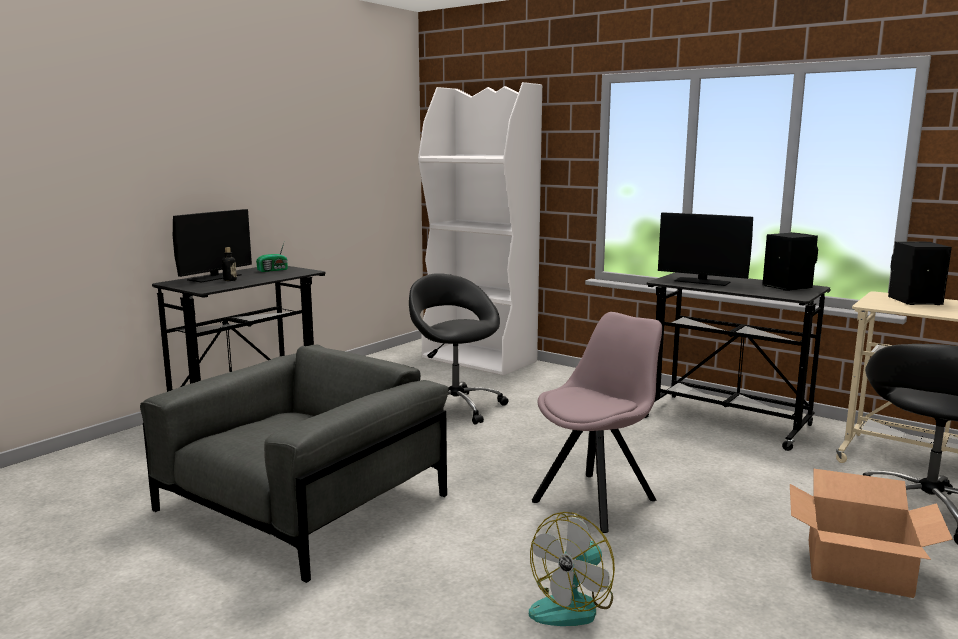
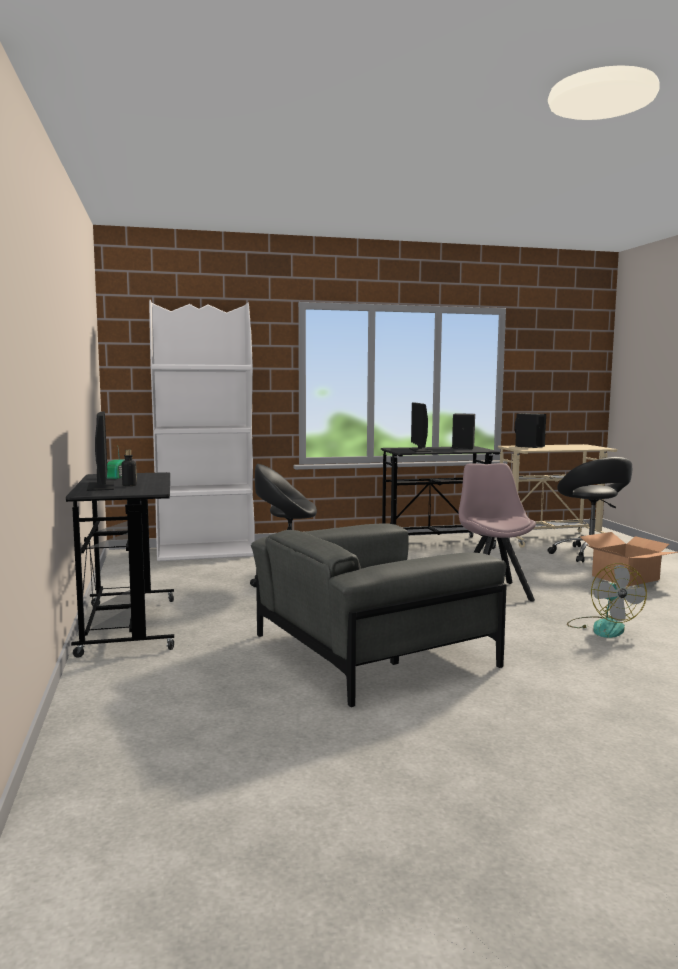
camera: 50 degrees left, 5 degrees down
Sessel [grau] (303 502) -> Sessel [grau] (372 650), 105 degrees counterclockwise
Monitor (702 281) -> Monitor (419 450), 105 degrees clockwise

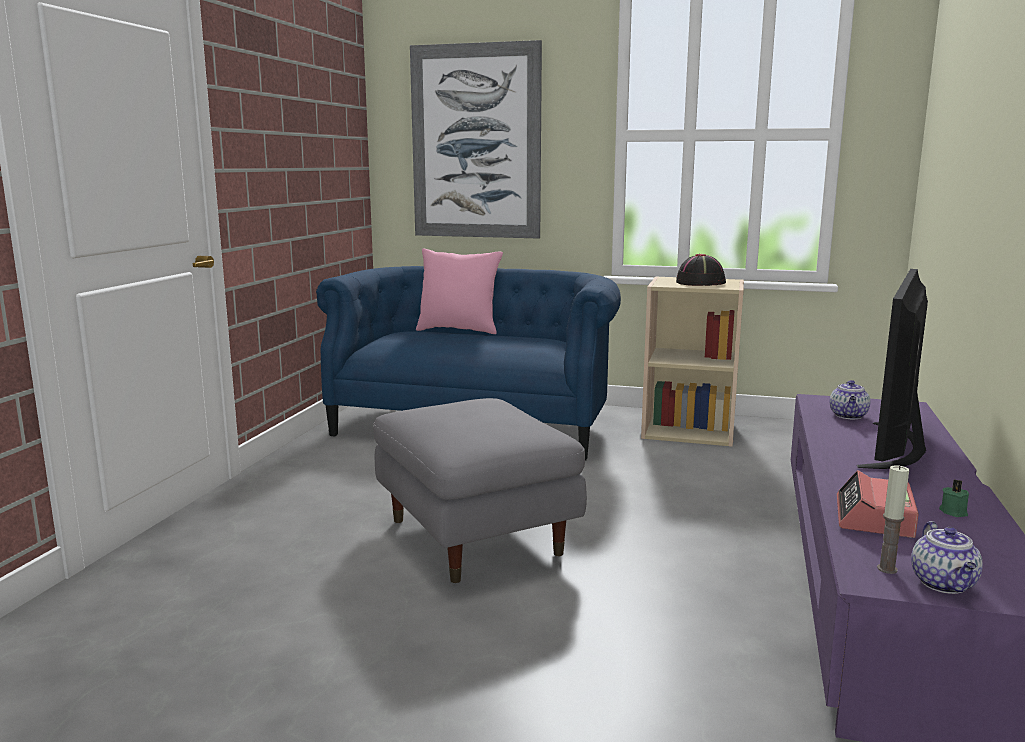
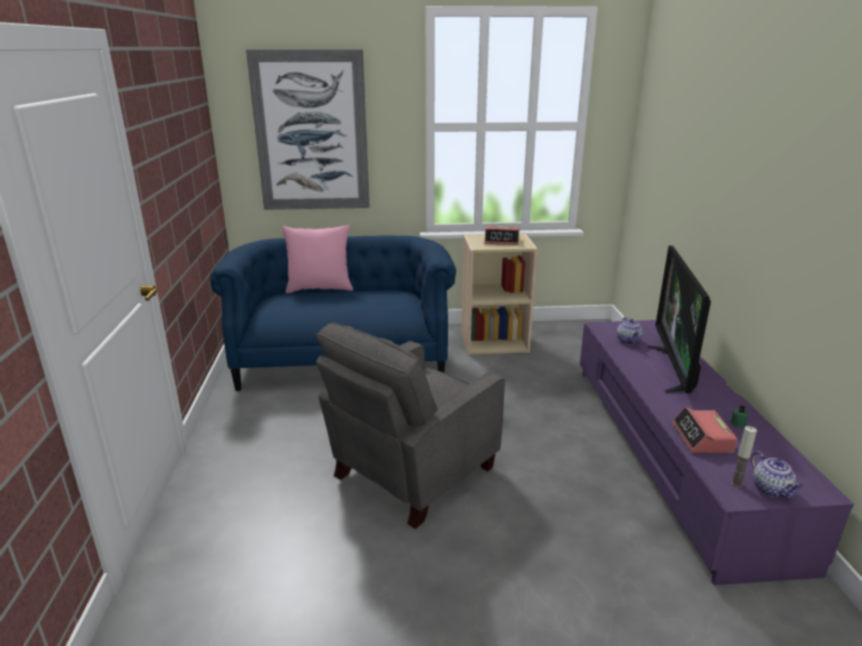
camera: 20 degrees left, 10 degrees up
Polsterhocker [grau] (473 536) -> Sessel [grau] (411 473)
Hut [schwarz] (700 282) -> Wecker (502 241)

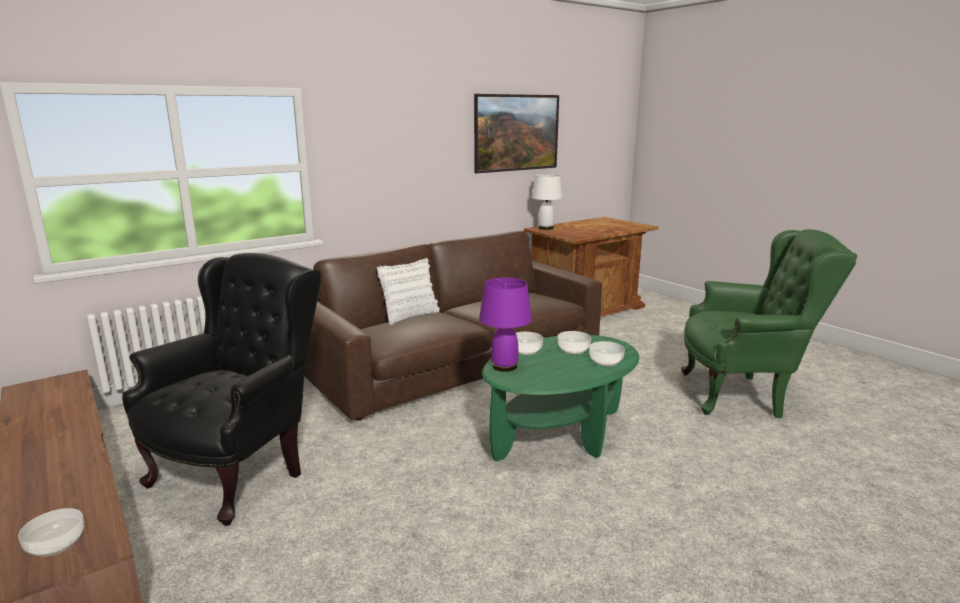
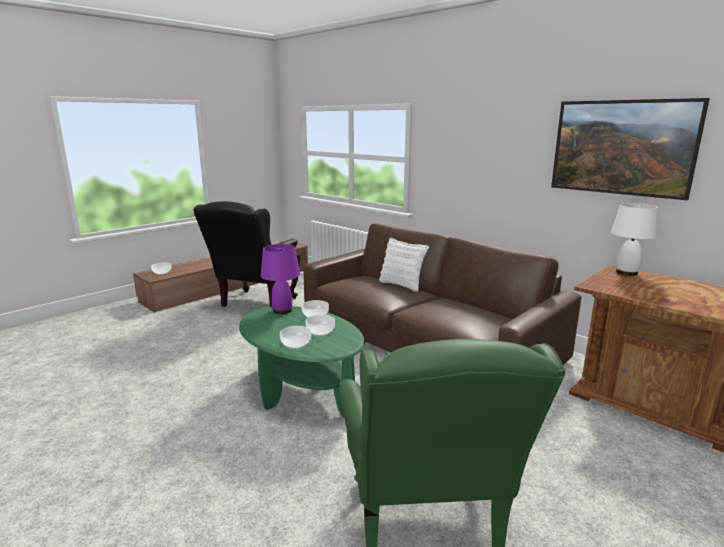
camera: 80 degrees right, 0 degrees up
Sessel [schwarz] (238 472) -> Sessel [schwarz] (255 305), 90 degrees clockwise

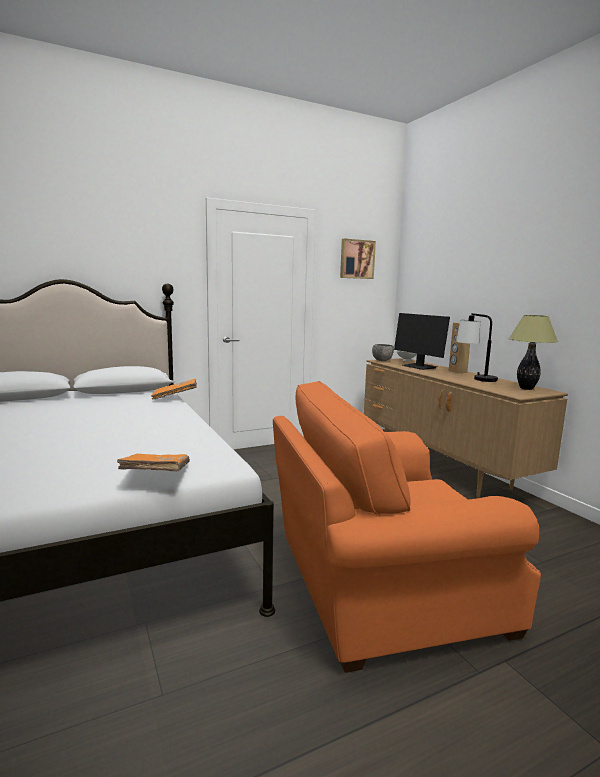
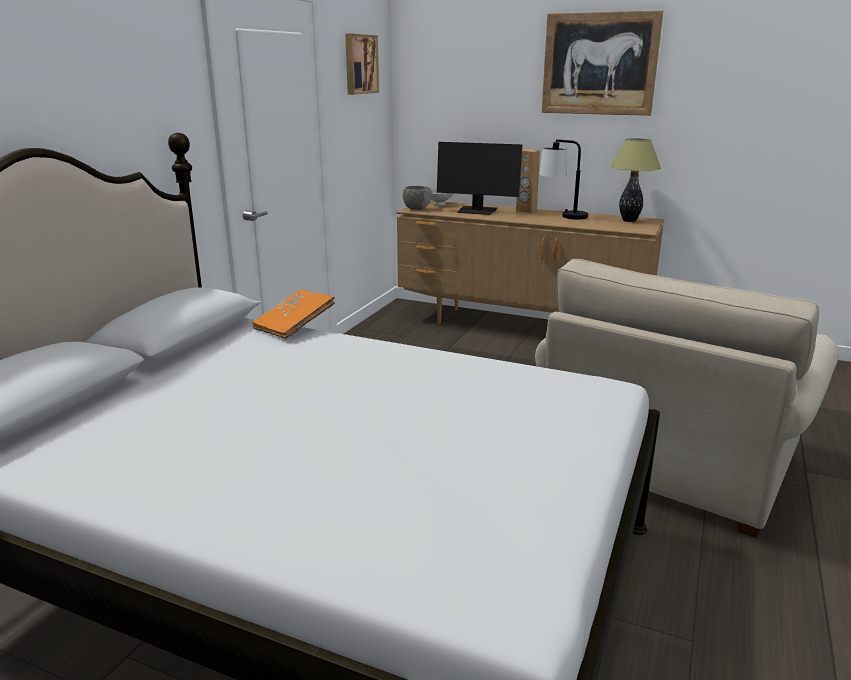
camera: 40 degrees left, 10 degrees up
Buch [orange] (156 475) -> none
Sessel [orange] (381 589) -> Sessel [beige] (669 463)
none -> Bild (599 64)

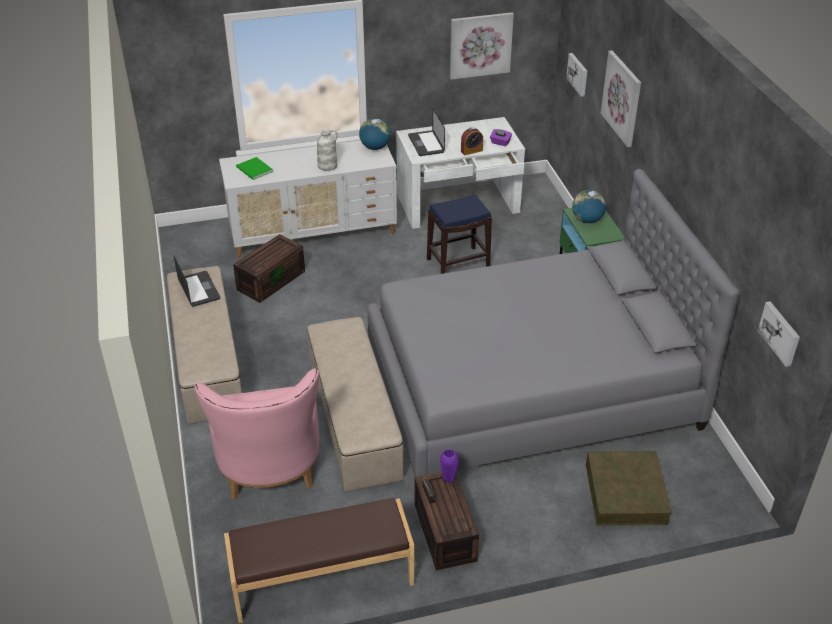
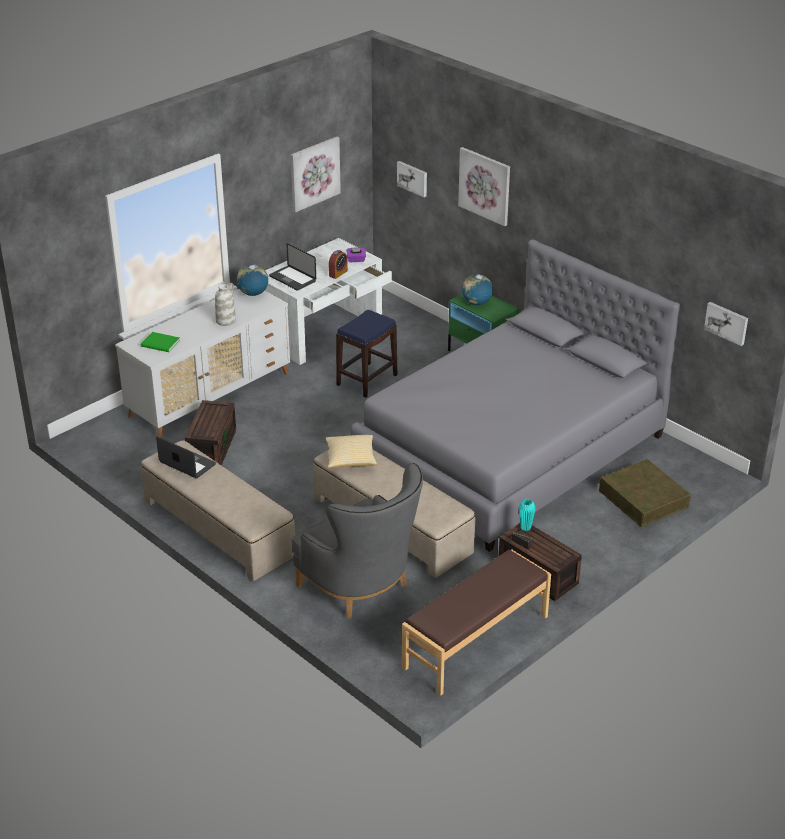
camera: 30 degrees left, 5 degrees down
Sessel [rosa] (270 474) -> Sessel [grau] (362 589)
Vase [lila] (448 478) -> Vase [türkis] (525 528)
none -> Kissen (350 459)

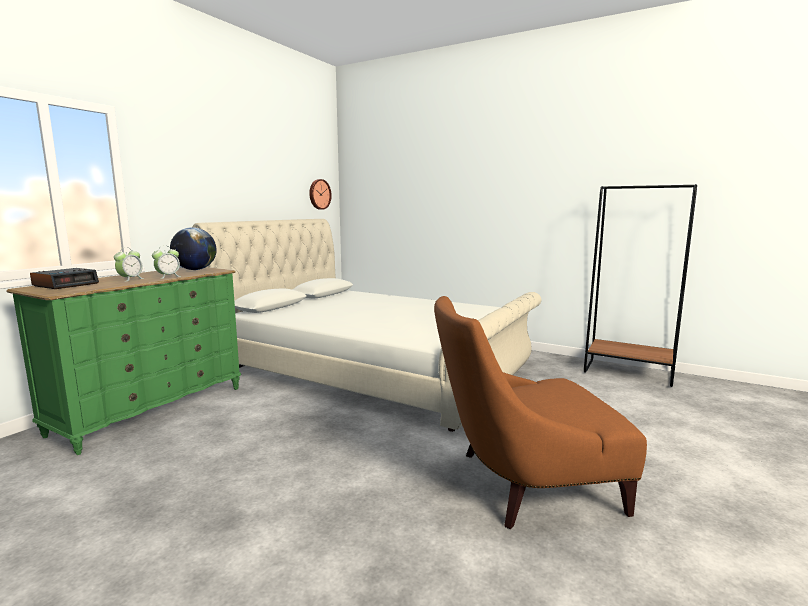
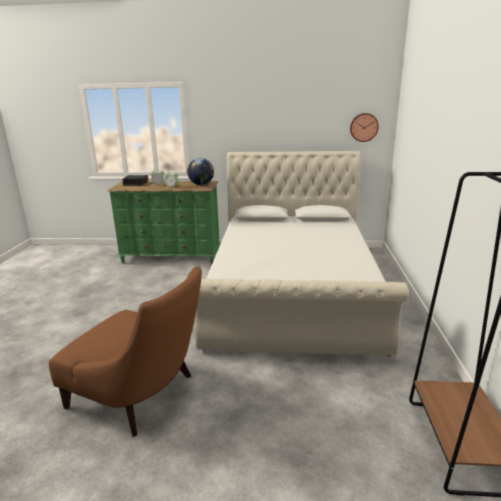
camera: 65 degrees right, 10 degrees up
Sessel [braun] (523 483) -> Sessel [braun] (140 394), 150 degrees clockwise

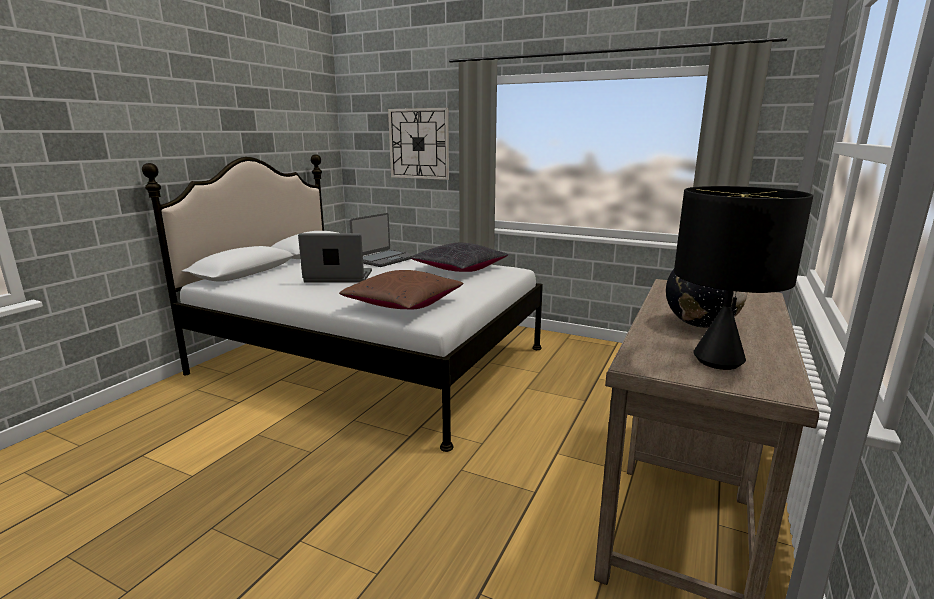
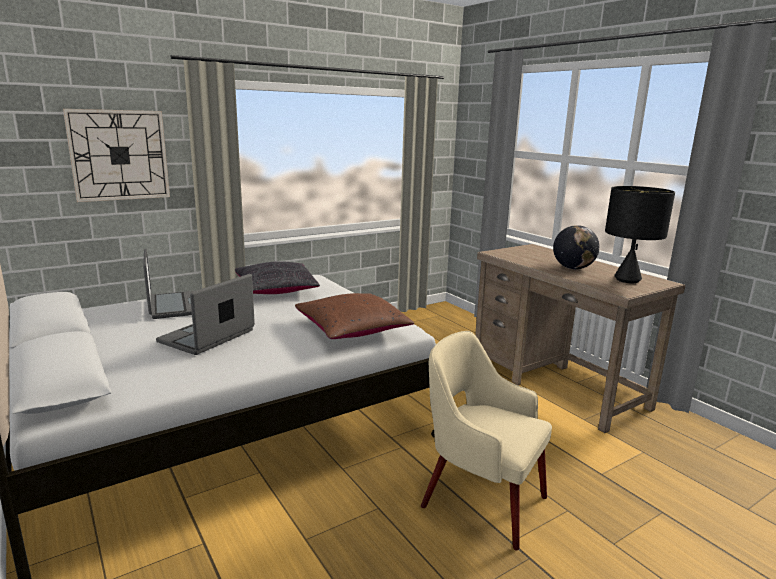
camera: 60 degrees left, 0 degrees up
none -> Sessel [beige] (480 500)

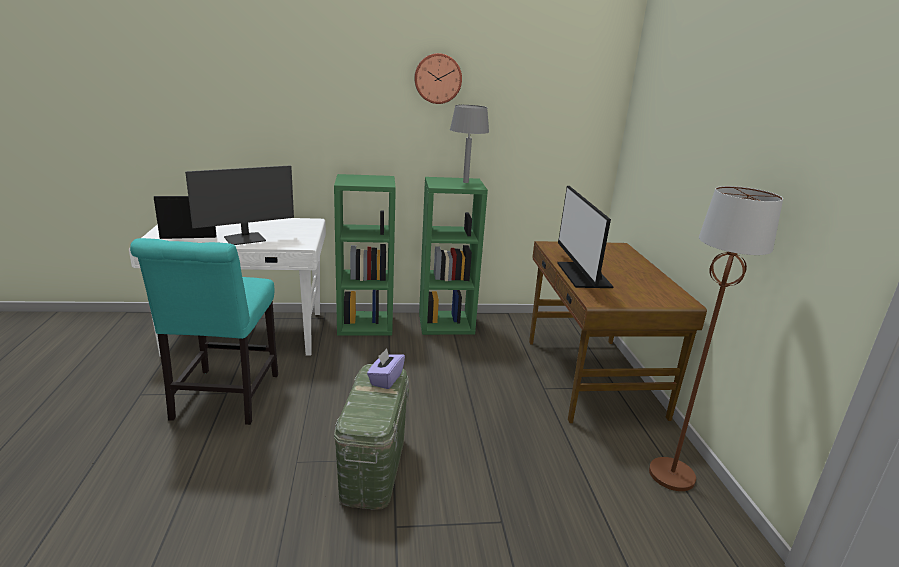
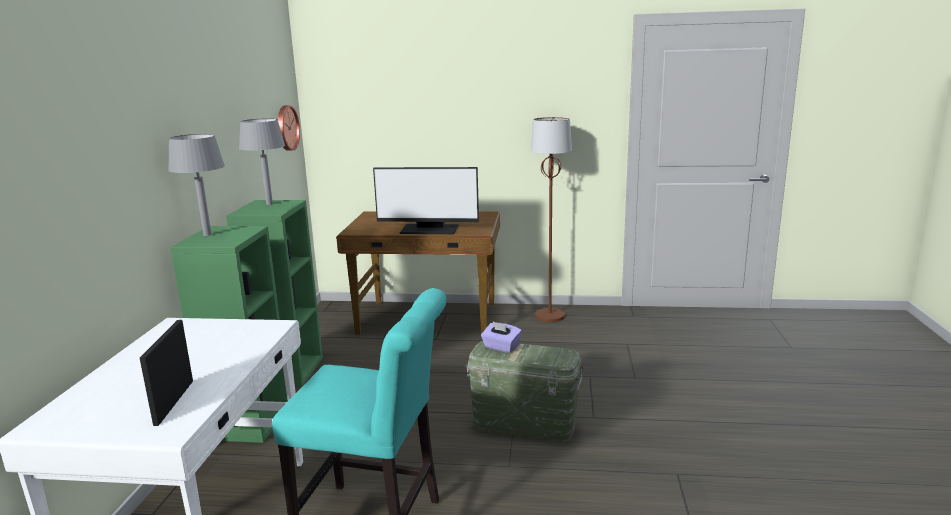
camera: 75 degrees left, 5 degrees down
Monitor (245 239) -> none
Wanduhr (437 78) -> Wanduhr (286 128), moved
none -> Tischlampe [grau] (207 234)

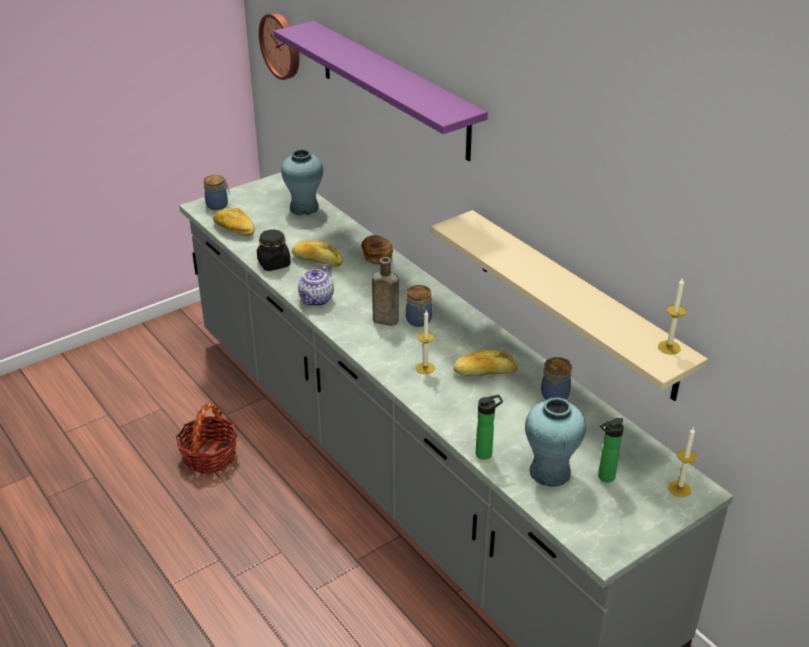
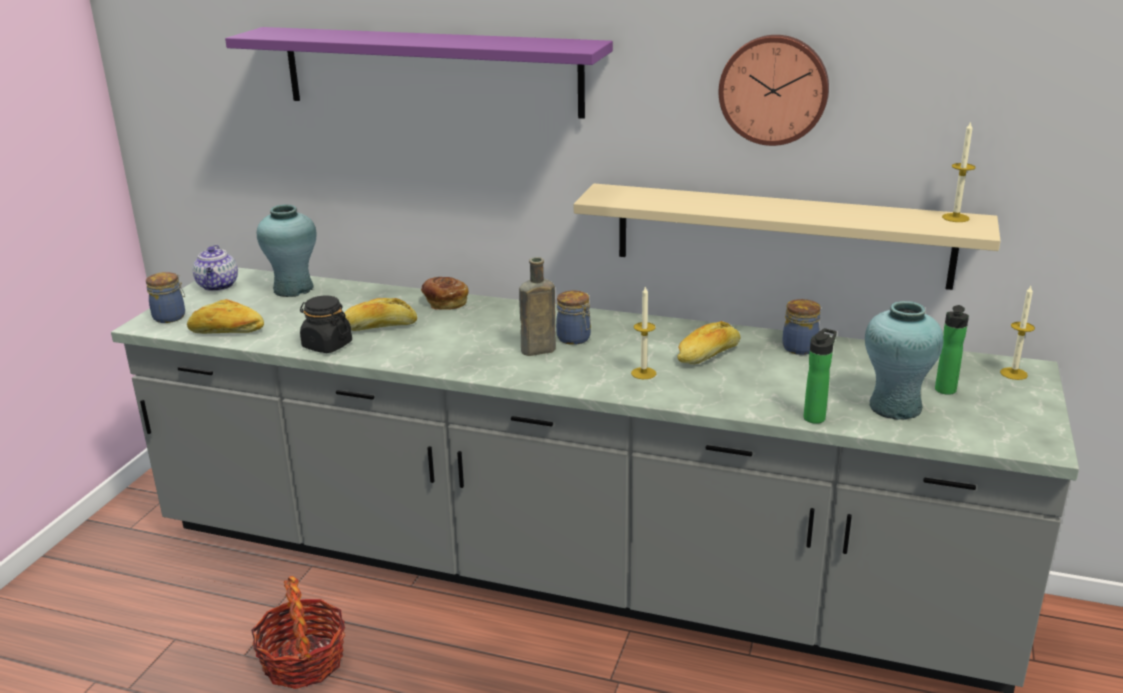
camera: 35 degrees left, 10 degrees down
Wanduhr (282 45) -> Wanduhr (774 89), moved
Teekanne (316 300) -> Teekanne (218 286), moved

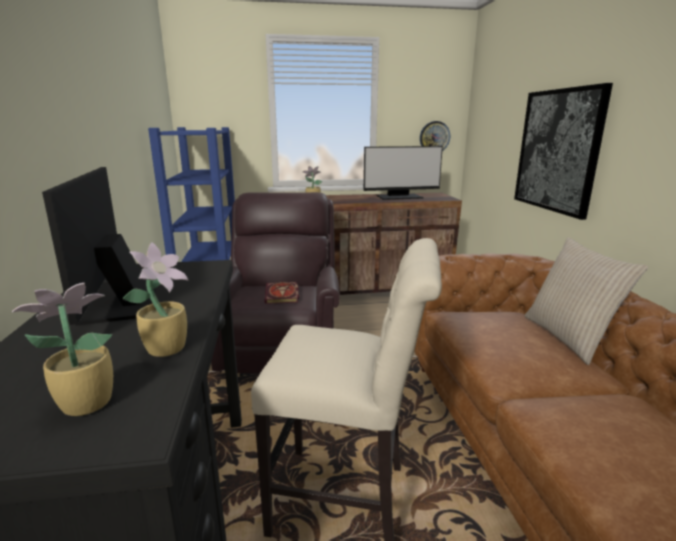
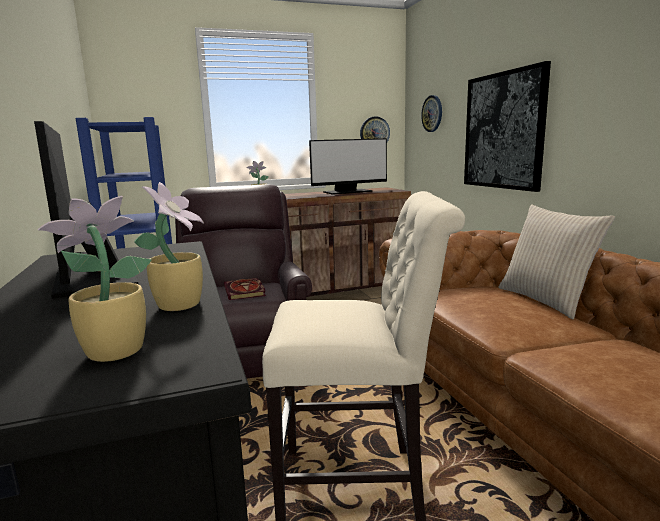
camera: 10 degrees left, 5 degrees down
none -> Wanduhr (432 113)

